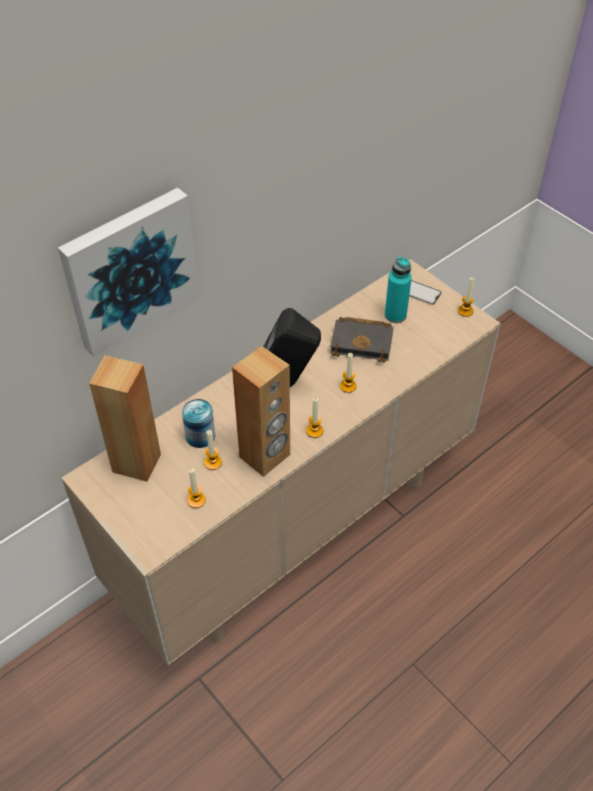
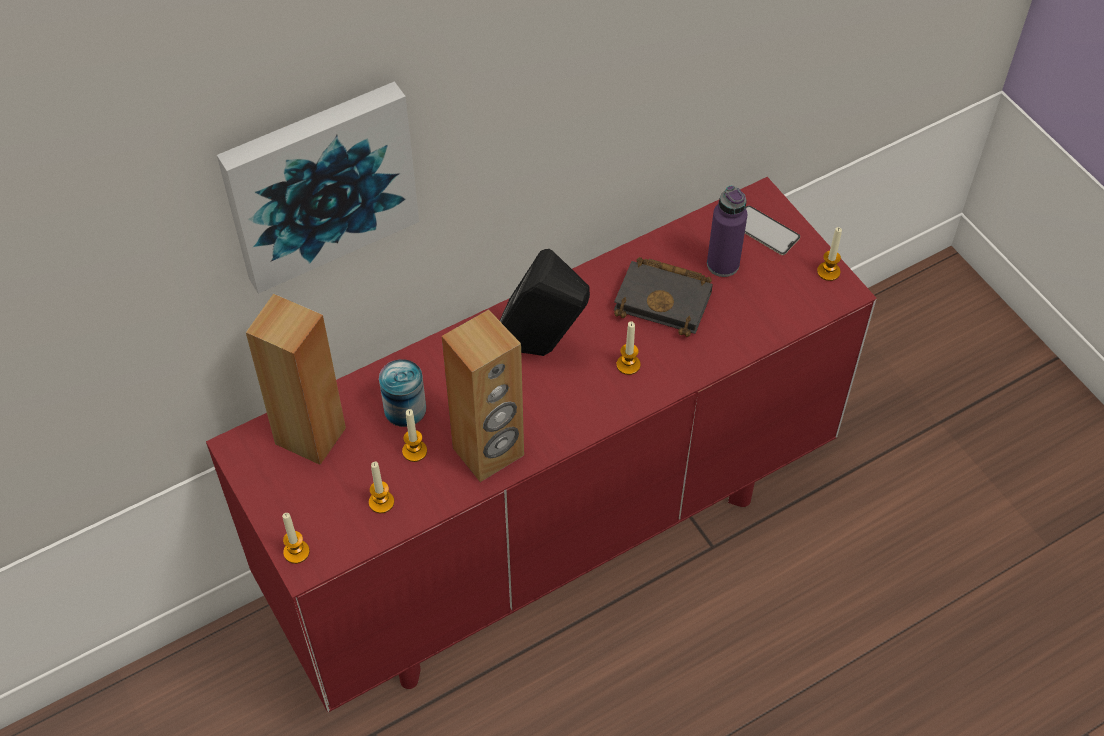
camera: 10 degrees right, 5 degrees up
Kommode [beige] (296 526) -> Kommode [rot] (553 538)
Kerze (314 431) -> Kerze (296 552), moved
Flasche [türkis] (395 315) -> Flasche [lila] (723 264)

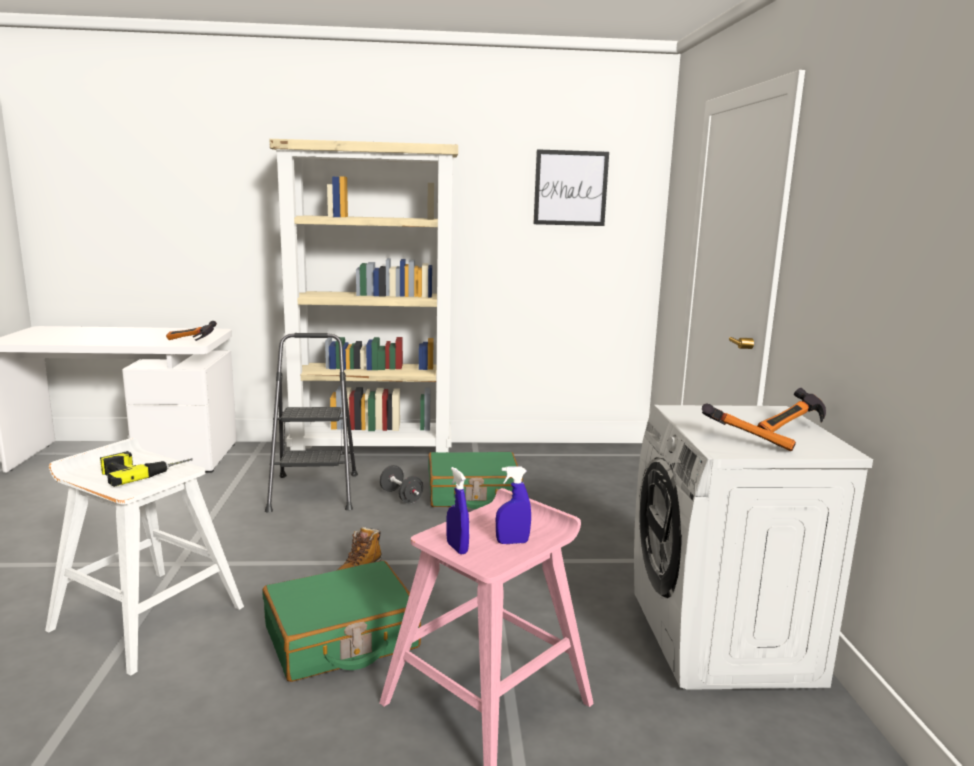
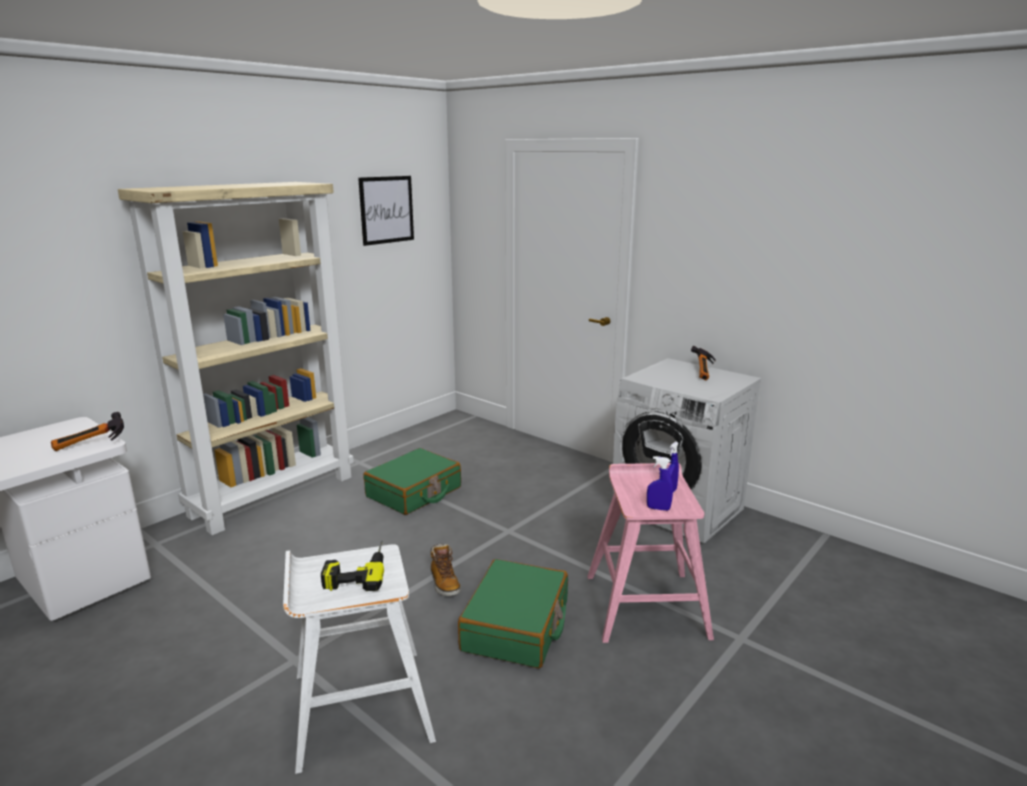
camera: 45 degrees left, 5 degrees up
Trittleiter [schwarz] (315 490) -> none
Hantel [schwarz] (401 496) -> none
Hammer (746 441) -> none

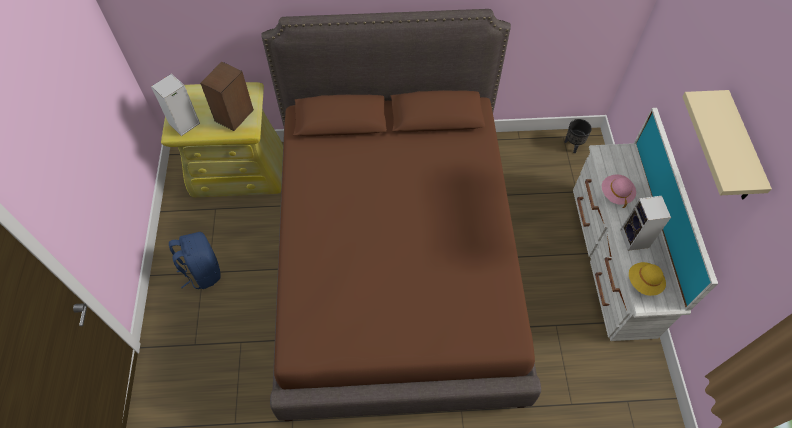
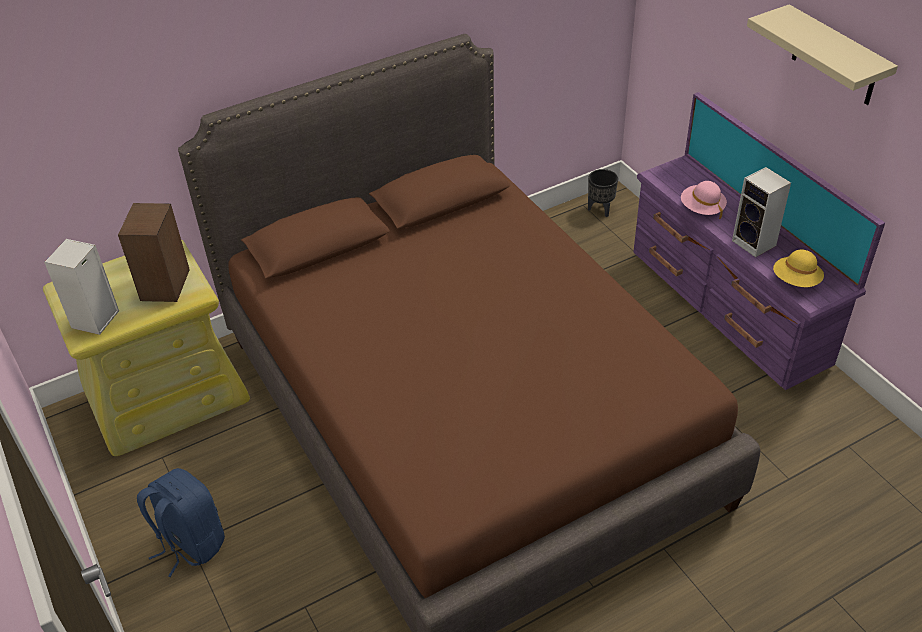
camera: 25 degrees left, 15 degrees down
Kommode [weiß] (611 261) -> Kommode [lila] (726 310)

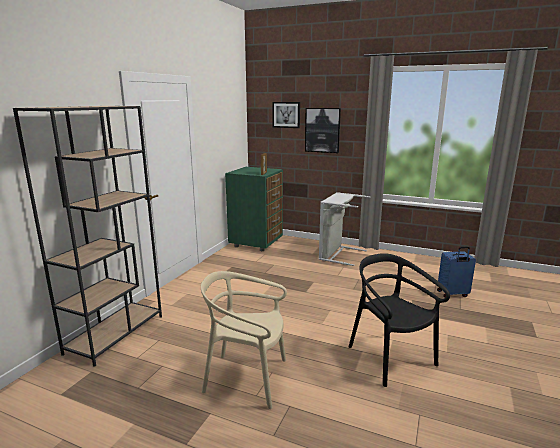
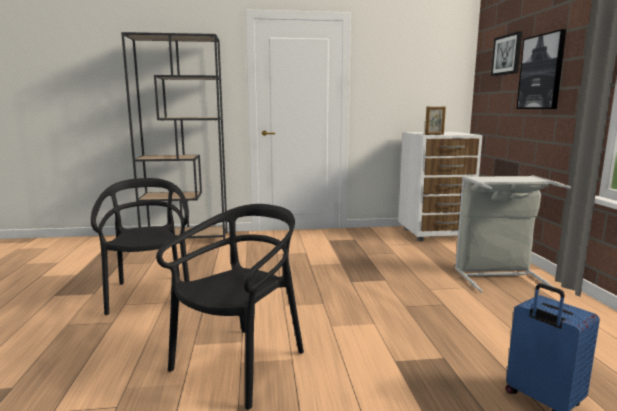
camera: 60 degrees right, 5 degrees down
Stuhl [beige] (247 378) -> Stuhl [schwarz] (150 294)
Kommode [grün] (256 243) -> Kommode [weiß] (434 234)

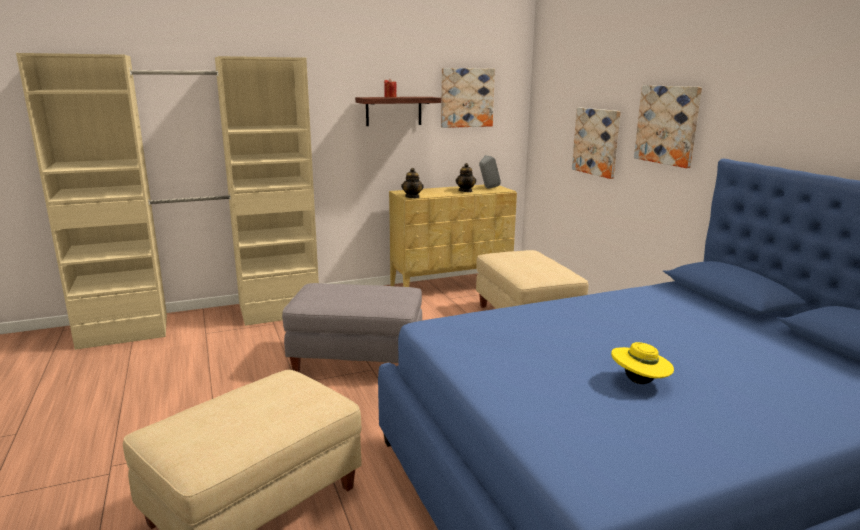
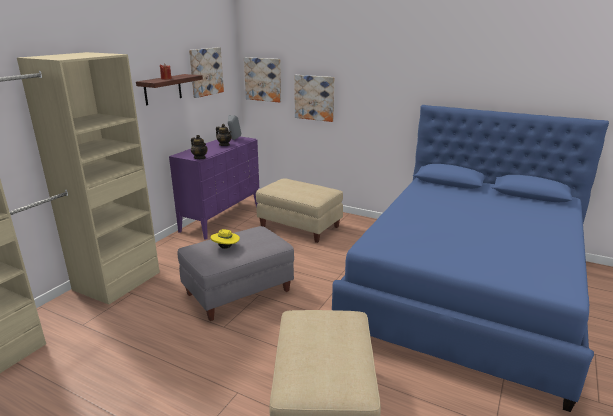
camera: 40 degrees left, 5 degrees up
Kommode [beige] (452 286) -> Kommode [lila] (222 218)
Hut [gelb] (639 382) -> Hut [gelb] (226 247), moved
Bild (667 125) -> Bild (263 79), moved

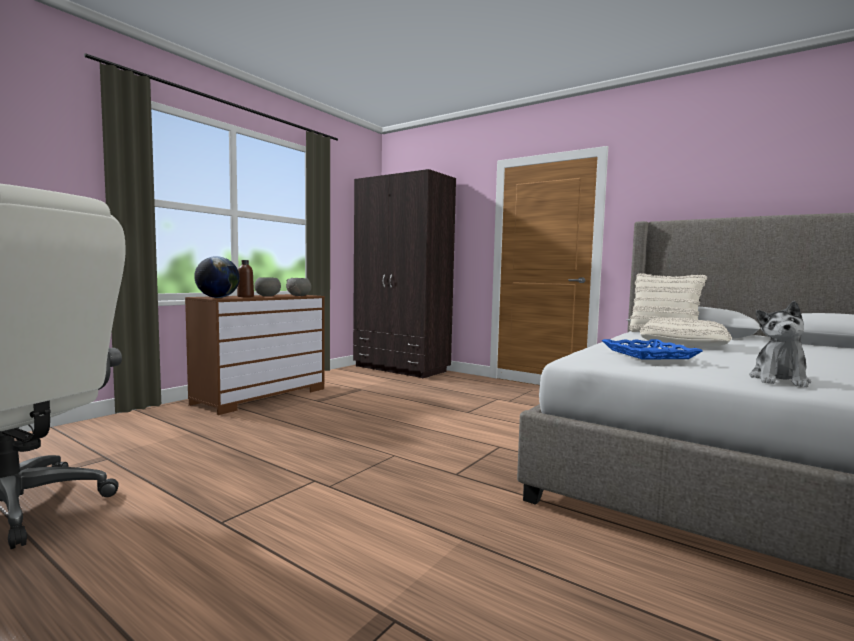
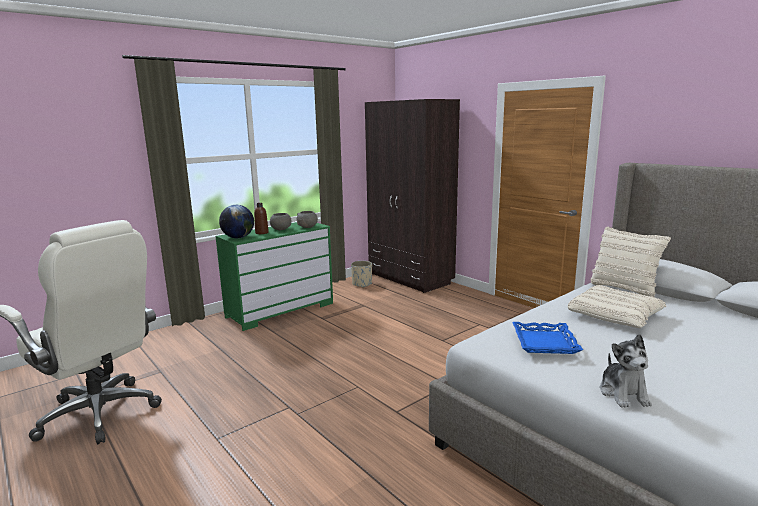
camera: 15 degrees right, 10 degrees up
Kommode [braun] (261 396) -> Kommode [grün] (280 310)
Plüschtier (779 380) -> Plüschtier (623 394), 45 degrees counterclockwise
none -> Pflanzkübel [beige] (362 284)

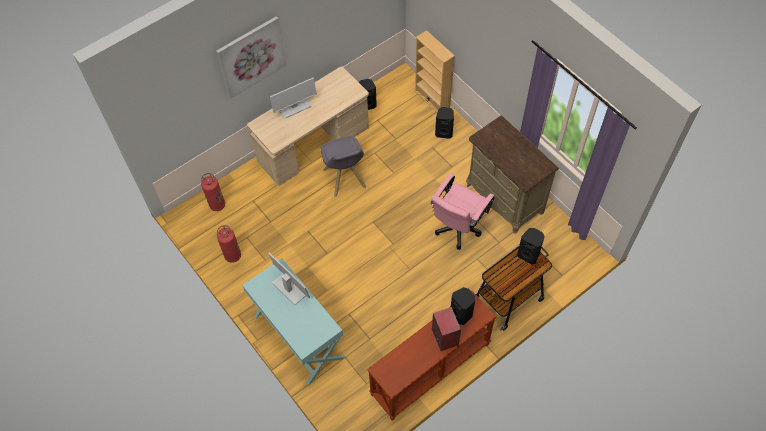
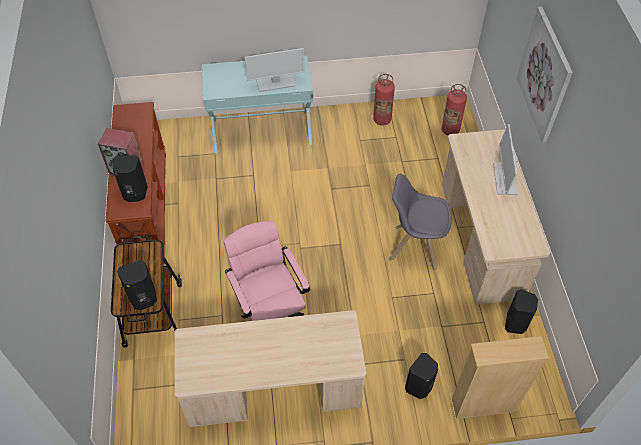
camera: 120 degrees right, 5 degrees down
Kommode [beige] (503 200) -> Schreibtisch [beige] (274 392)

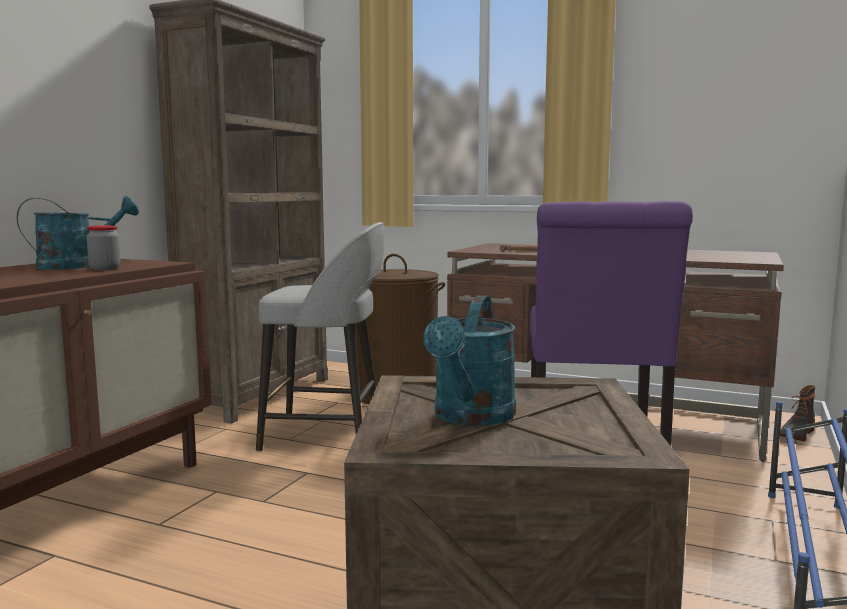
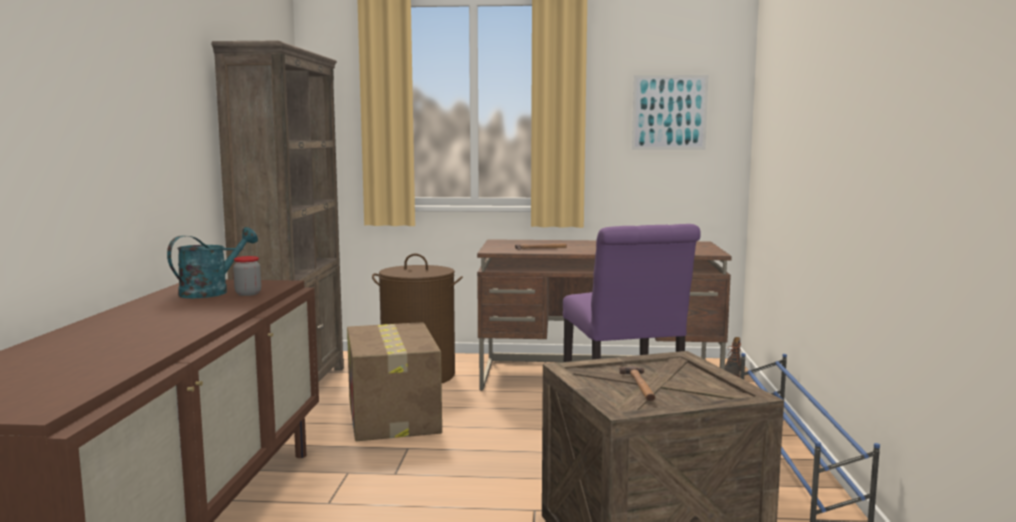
camera: 20 degrees left, 0 degrees up
Hocker [grau] (327 435) -> Karton (393 416)
Gießkanne [türkis] (471 417) -> Hammer (639 386)
none -> Bild (669 112)

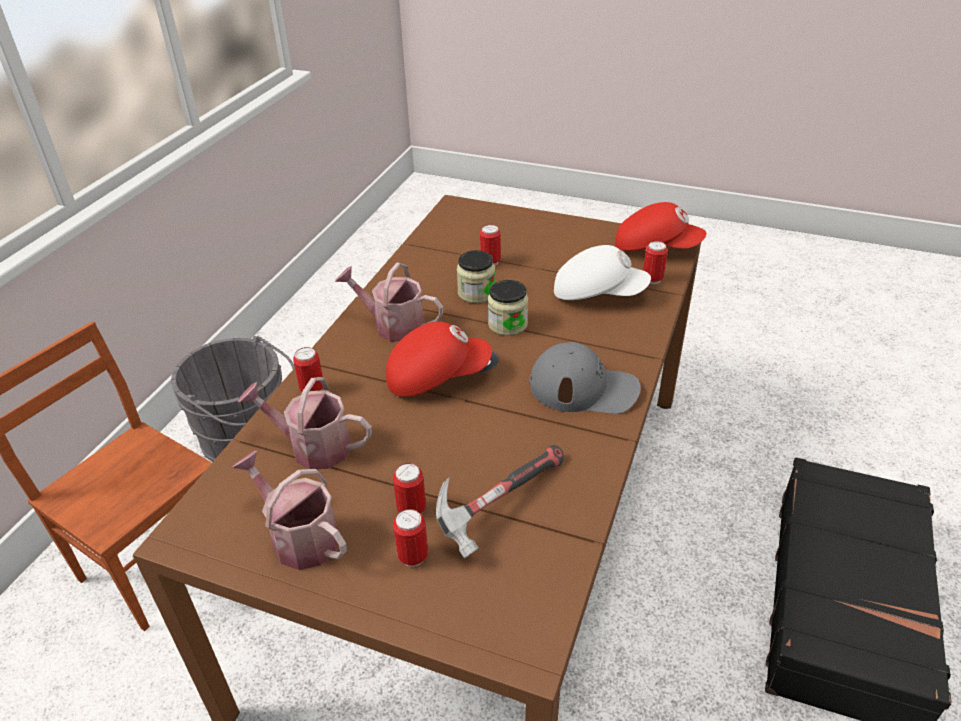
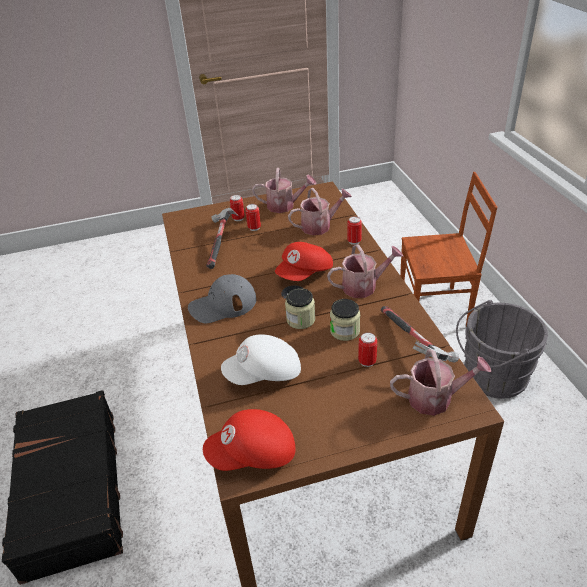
camera: 145 degrees right, 0 degrees up
Dose (652 279) -> none
none -> Hammer (413 343)
none -> Gießkanne (436 398)

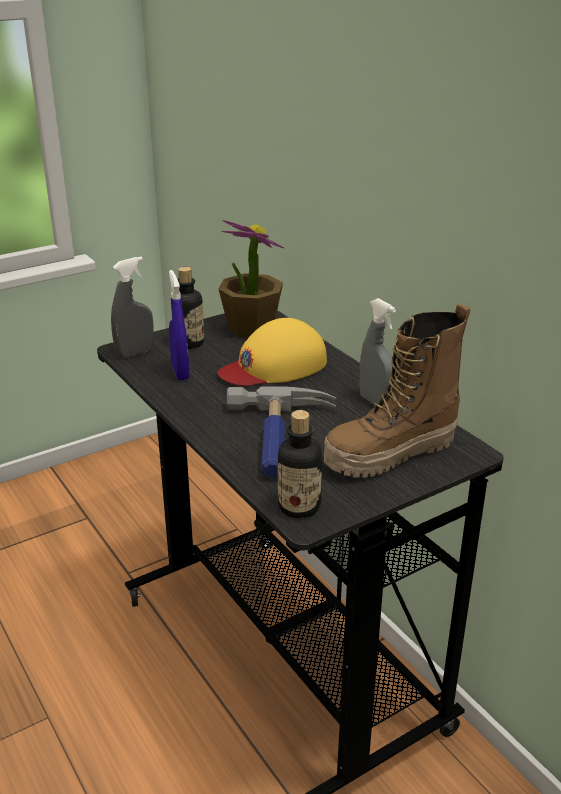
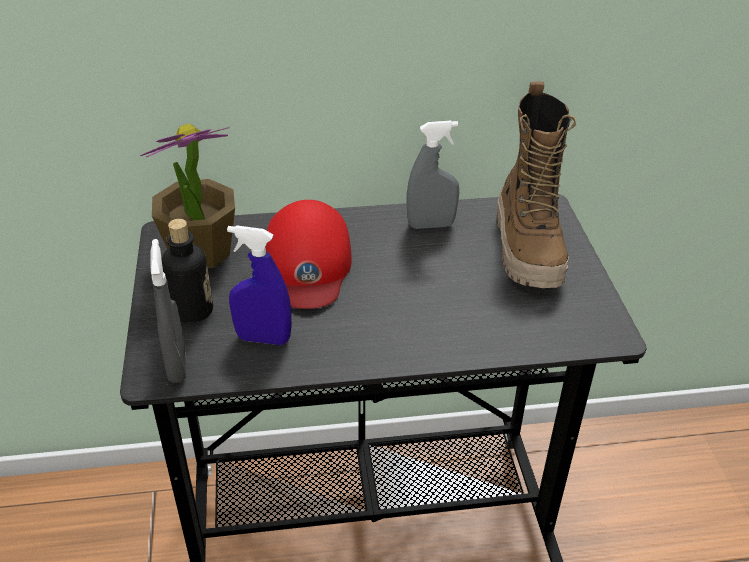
camera: 65 degrees left, 10 degrees up
Kappe [gelb] (274 366) -> Kappe [rot] (308 263)
Hammer (280 439) -> none
Flasche (299 507) -> none

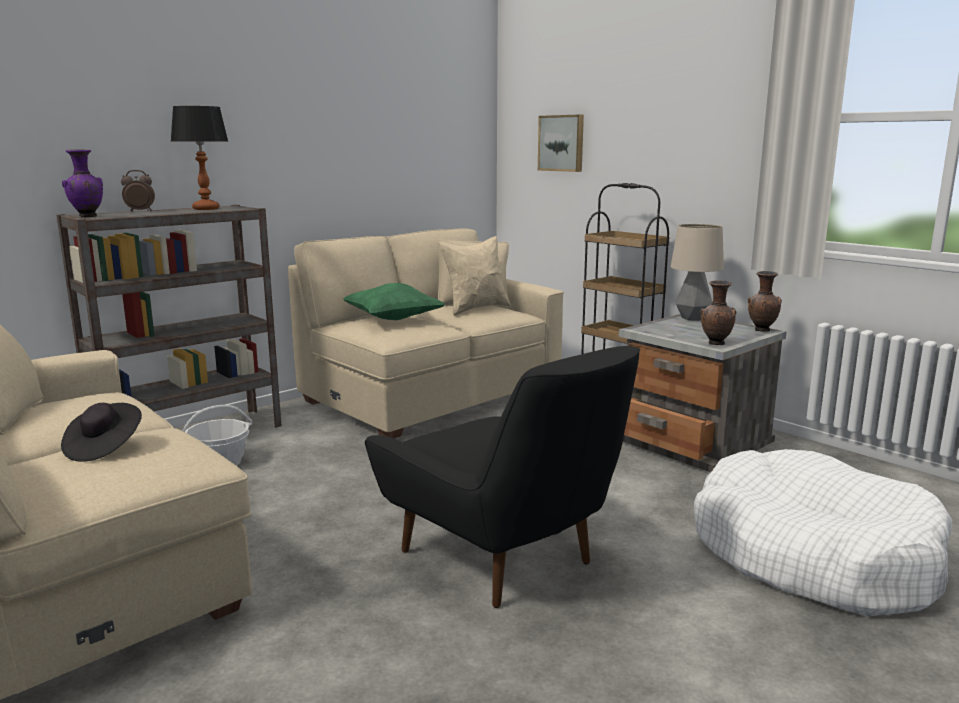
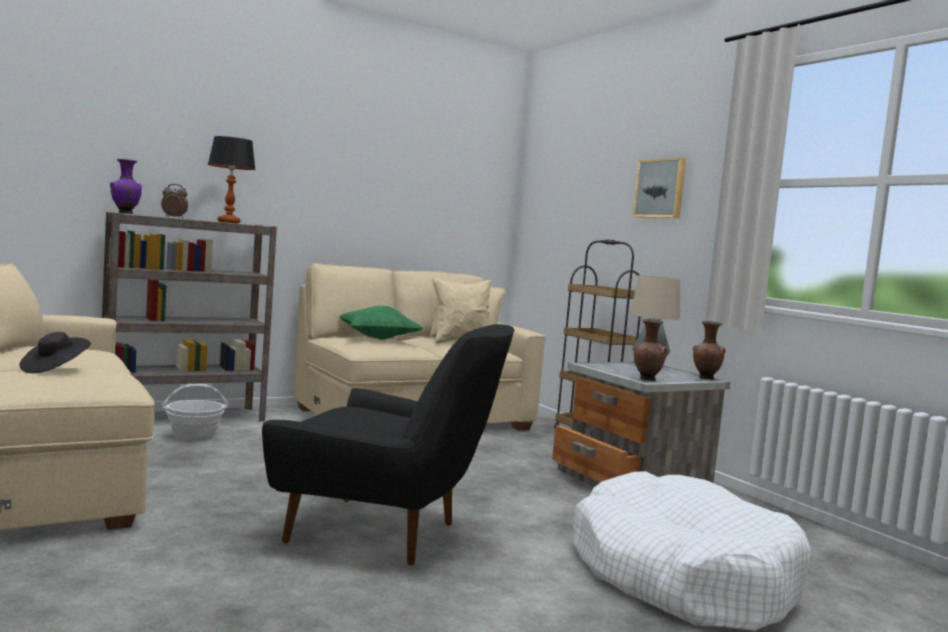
camera: 10 degrees right, 10 degrees down
Sessel [schwarz] (506 560) -> Sessel [schwarz] (384 533), 45 degrees counterclockwise
Bild (562 143) -> Bild (661 188), moved

